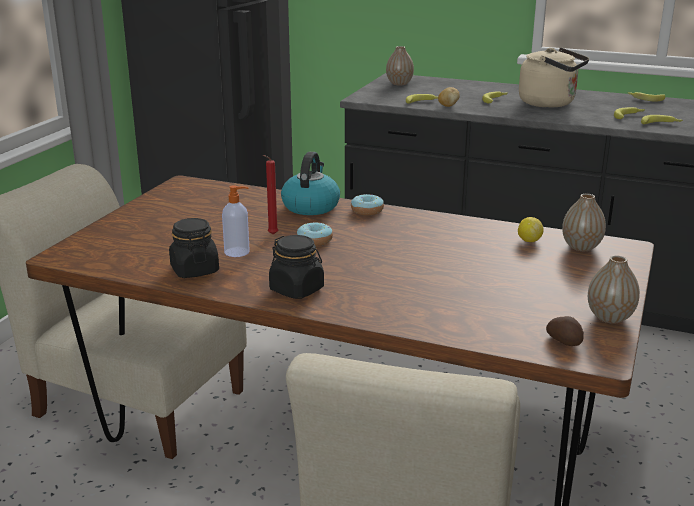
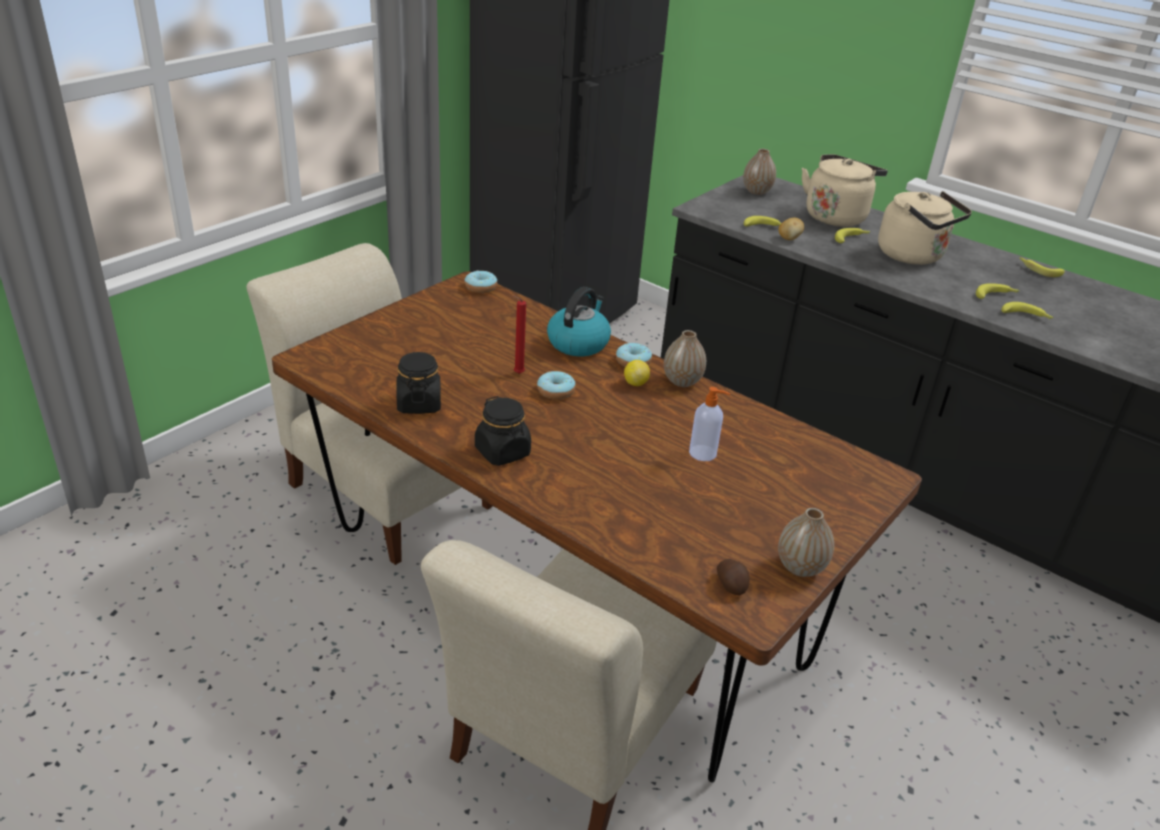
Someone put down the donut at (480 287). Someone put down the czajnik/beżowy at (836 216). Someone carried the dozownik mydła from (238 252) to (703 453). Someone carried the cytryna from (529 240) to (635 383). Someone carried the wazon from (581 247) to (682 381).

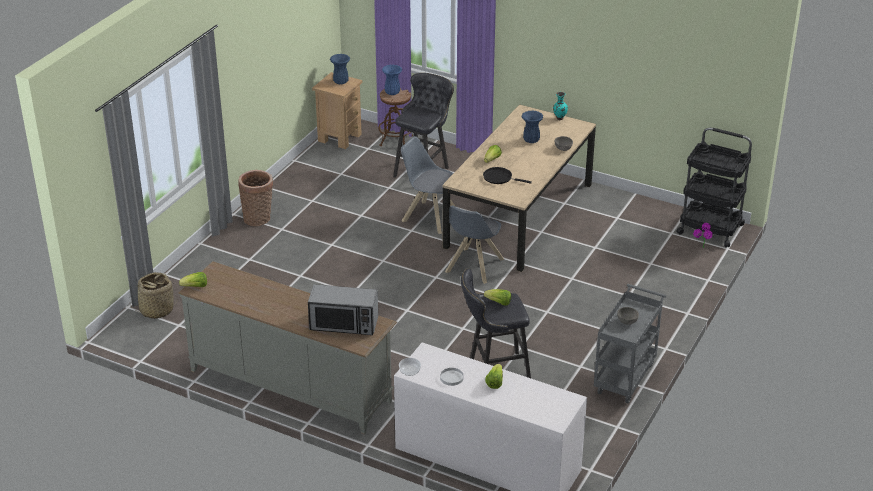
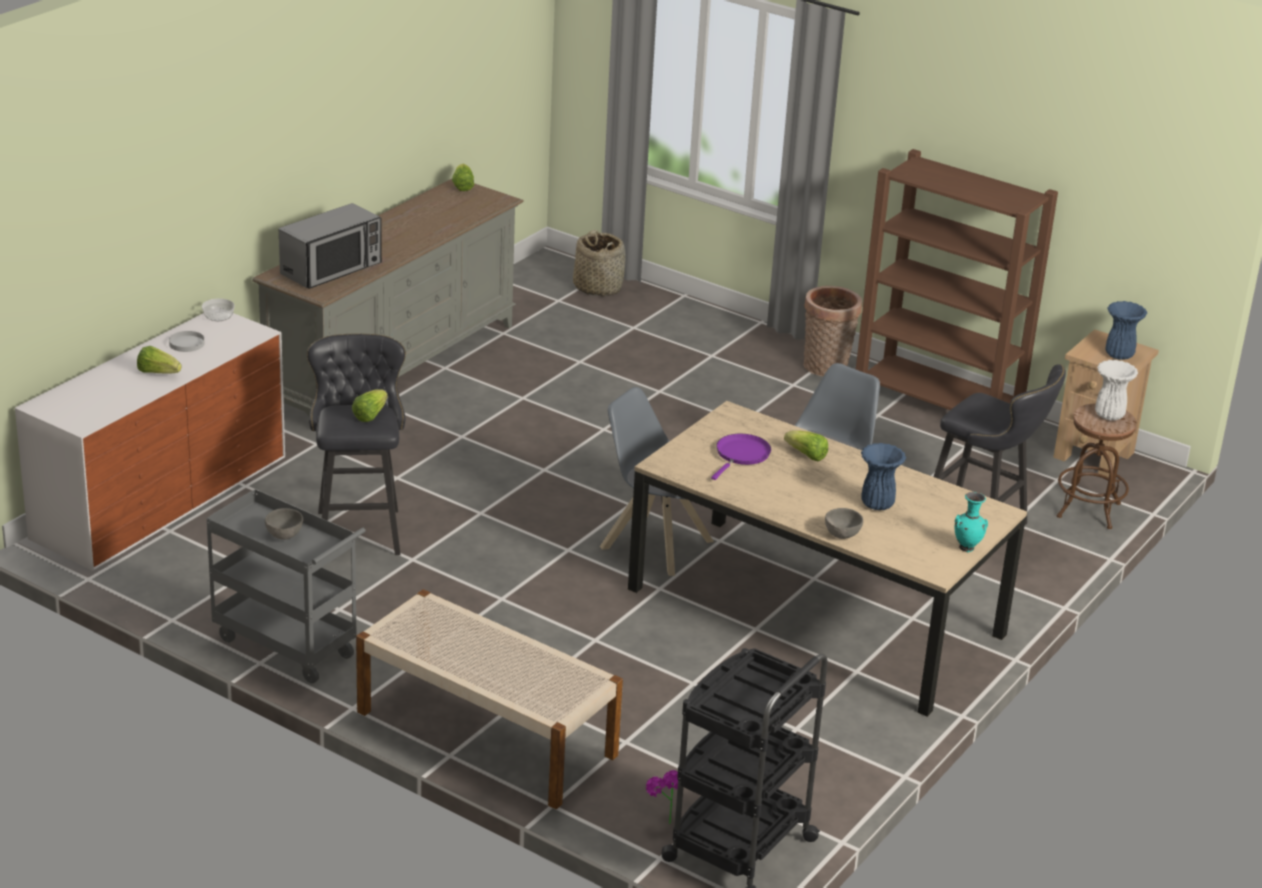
Someone put down the ławka/beżowy at (485 734). Someone put down the regał/brązowy at (937 404). Someone repainted the wazon/niebieski at (392 92), which became the wazon/biały at (1109 415). Someone repainted the patelnia/czarny at (499 178), which became the patelnia/fioletowy at (741 455). Someone rotated the mikrofalówka at (344 324) by 150 degrees counterclockwise.

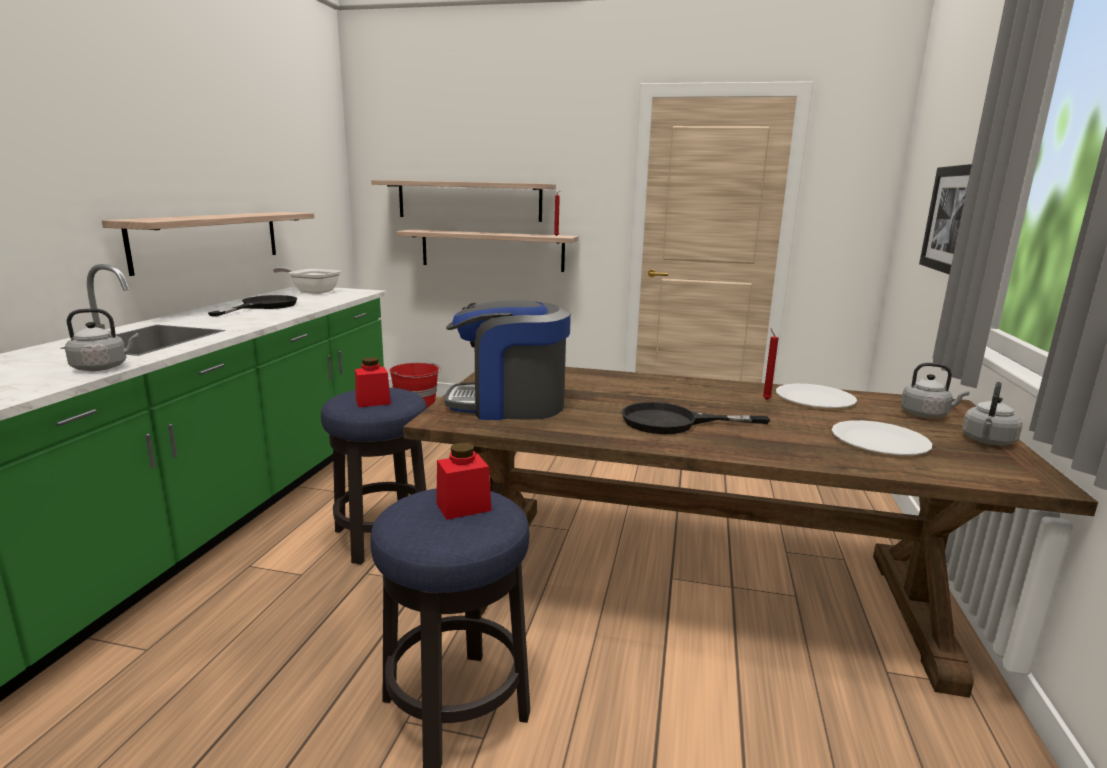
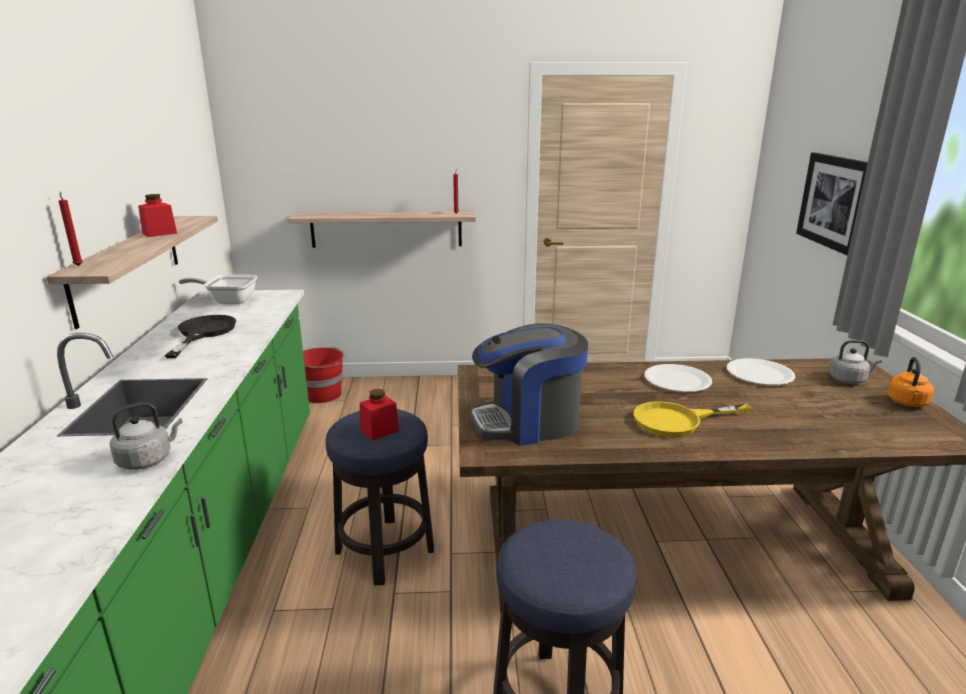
Someone took away the półka at (469 200). Someone carried the słoik/czerwony from (463 507) to (159 233). Someone carried the świeca/czerwony from (765 399) to (78 265). Someone carried the talerz/biały from (879 440) to (677 380). Someone repainted the patelnia/czarny at (673 422), which became the patelnia/żółty at (677 421). Someone repainted the czajnik/szary at (987 441), which became the czajnik/pomarańczowy at (907 403).

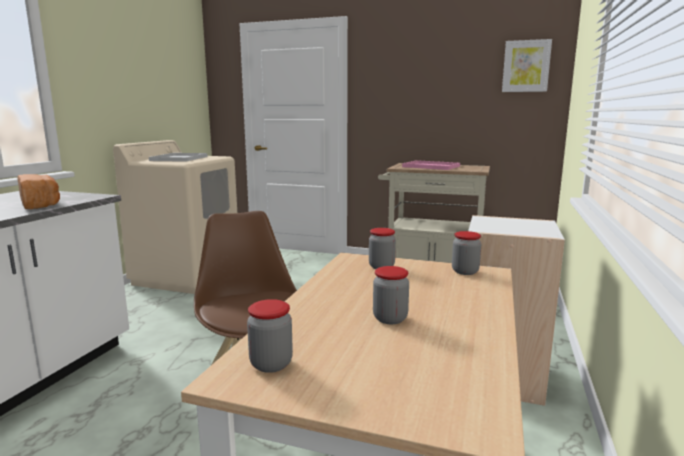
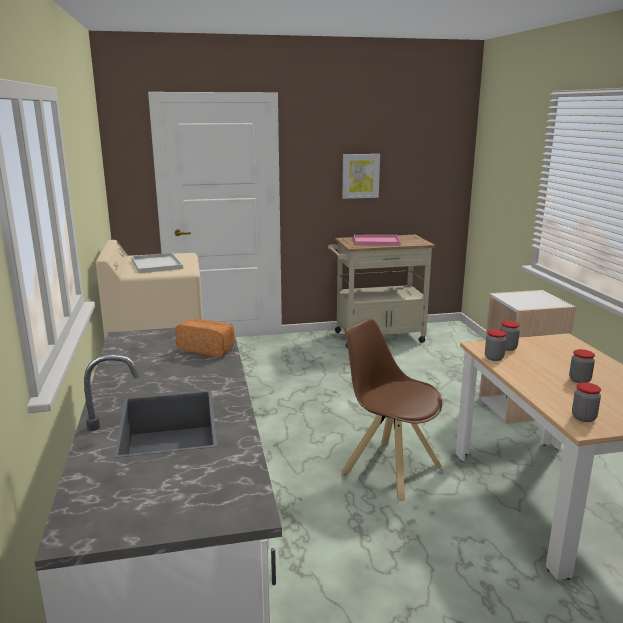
Someone carried the słoik from (465 271) to (494 358). Someone carried the obraz from (526 66) to (360 176).

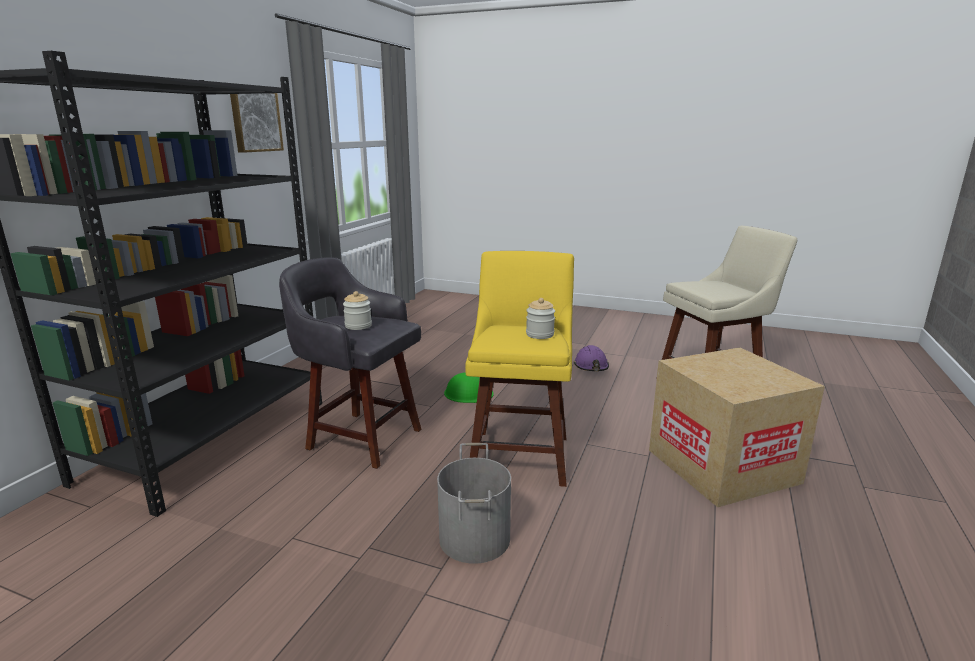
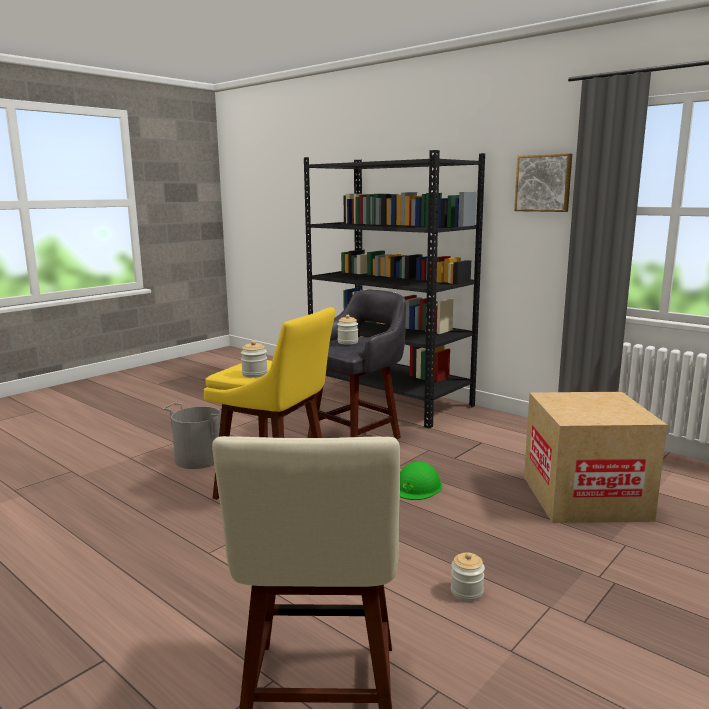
Someone carried the karton from (722 466) to (584 498). Someone swapped the kask/fioletowy at (591 367) for the słoik at (466 592).

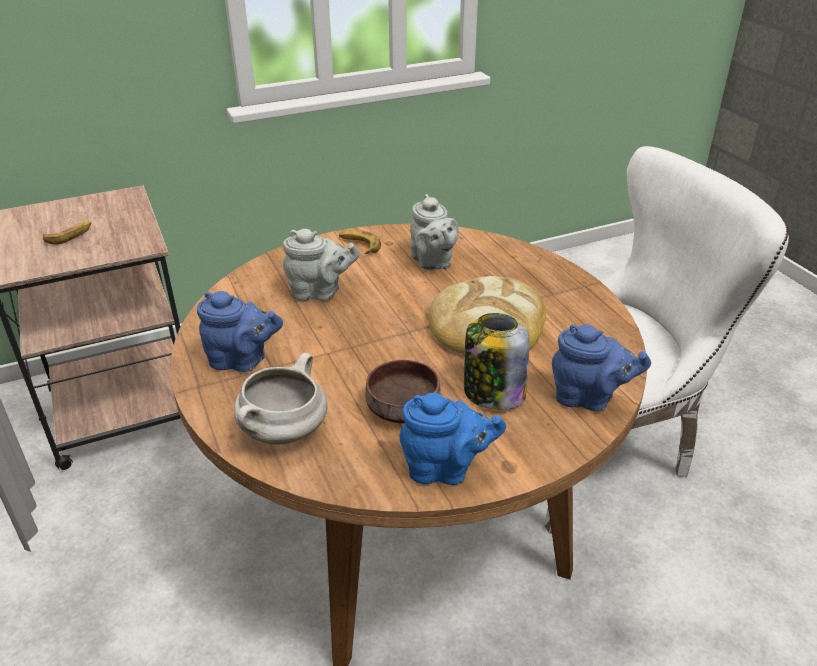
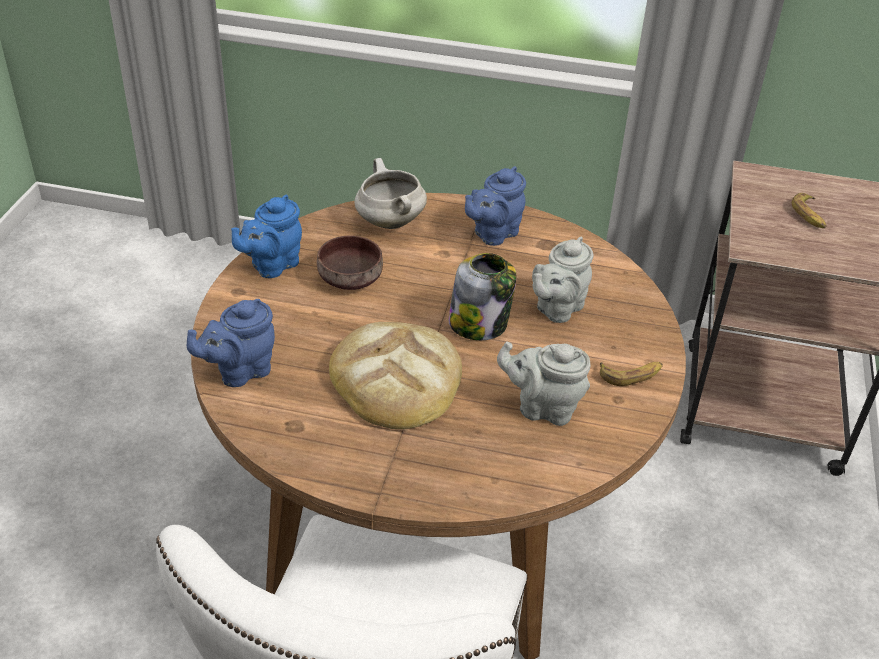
Someone carried the słoik from (492 393) to (479 324).

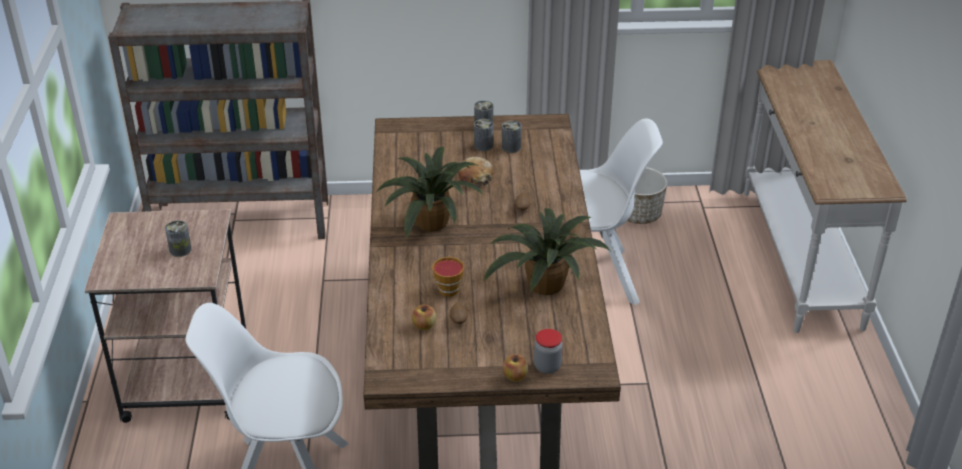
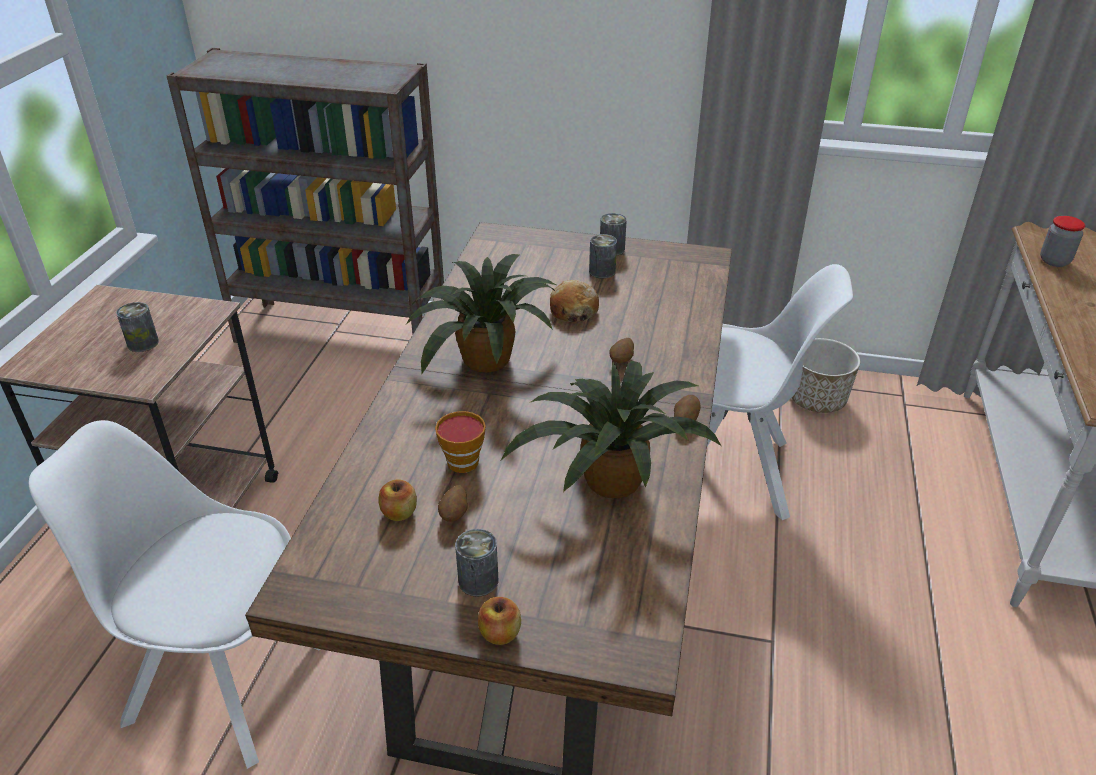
Someone carried the puszka from (511 147) to (478 580). Someone carried the słoik from (547 366) to (1054 261).

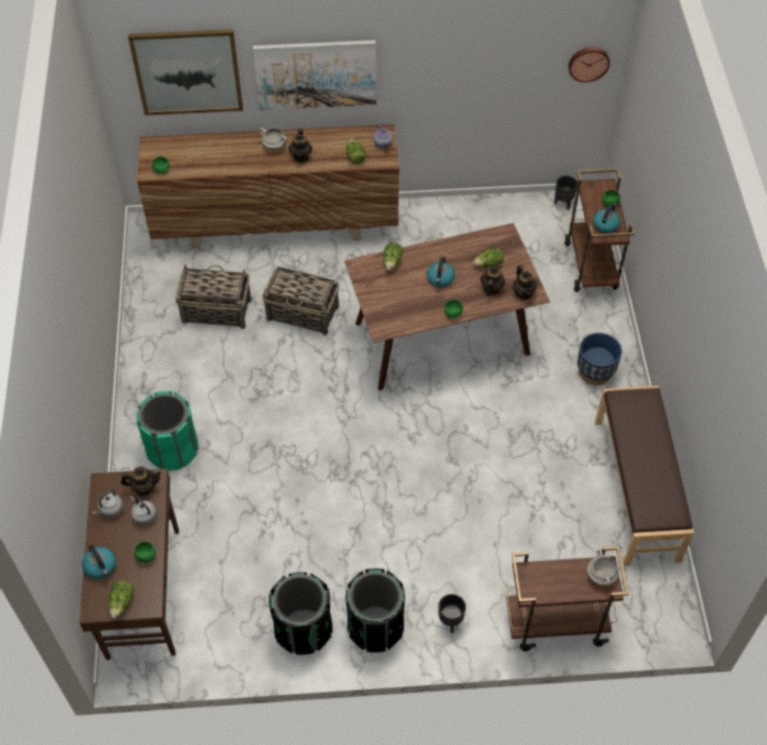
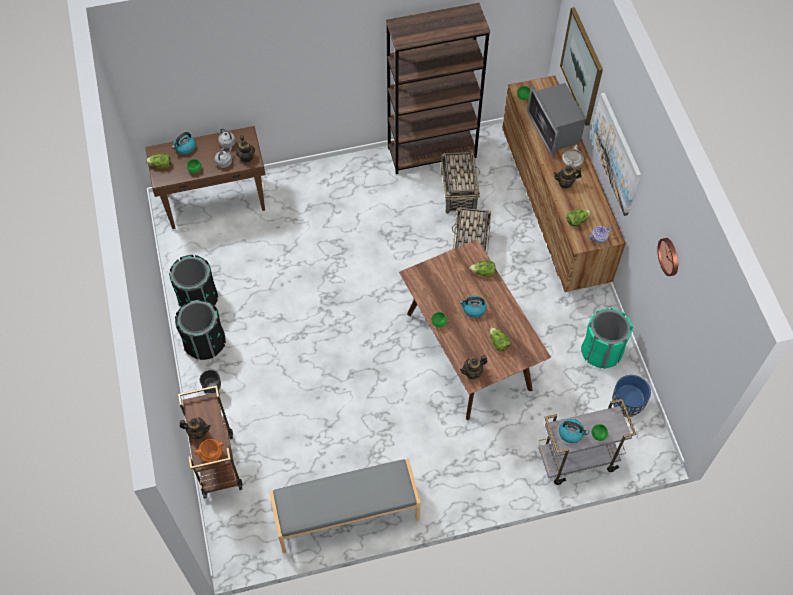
Someone took away the donica/czarny at (563 203). Someone put down the regał/brązowy at (432 152). Someone put down the mikrofalówka at (554 130). Someone carried the kosz na śmieci/zielony from (172 449) to (601 351). Someone carried the imbryk from (491 288) to (197 432). Someone carried the zegar ścienny from (588 63) to (670 256). Someone carried the donica/niebieski from (595 372) to (626 404). Someone repainted the wózek/brązowy at (590 269), which became the wózek/szary at (575 461). Someone repainted the garnek/biały at (601 576), which became the garnek/pomarańczowy at (211 454). Someone repainted the ławka/brązowy at (637 489), which became the ławka/szary at (347 515).

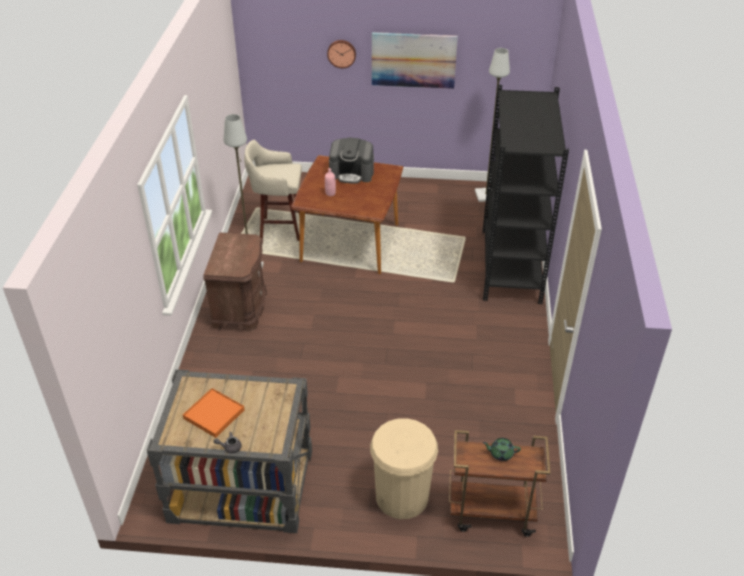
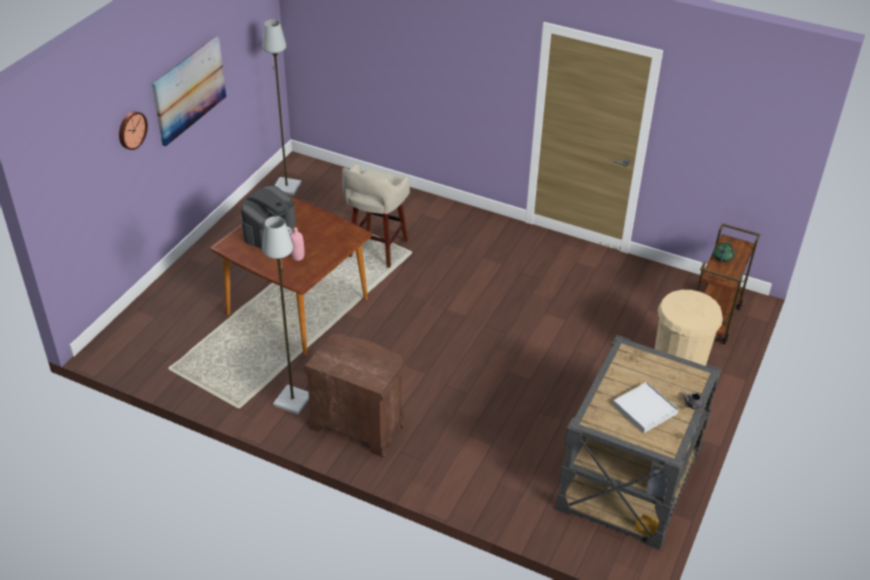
Someone took away the regał/czarny at (510 266). Someone carried the stołek/beżowy from (279 228) to (377 250). Someone repainted the taca/pomarańczowy at (214 414), which became the taca/biały at (644 409).

